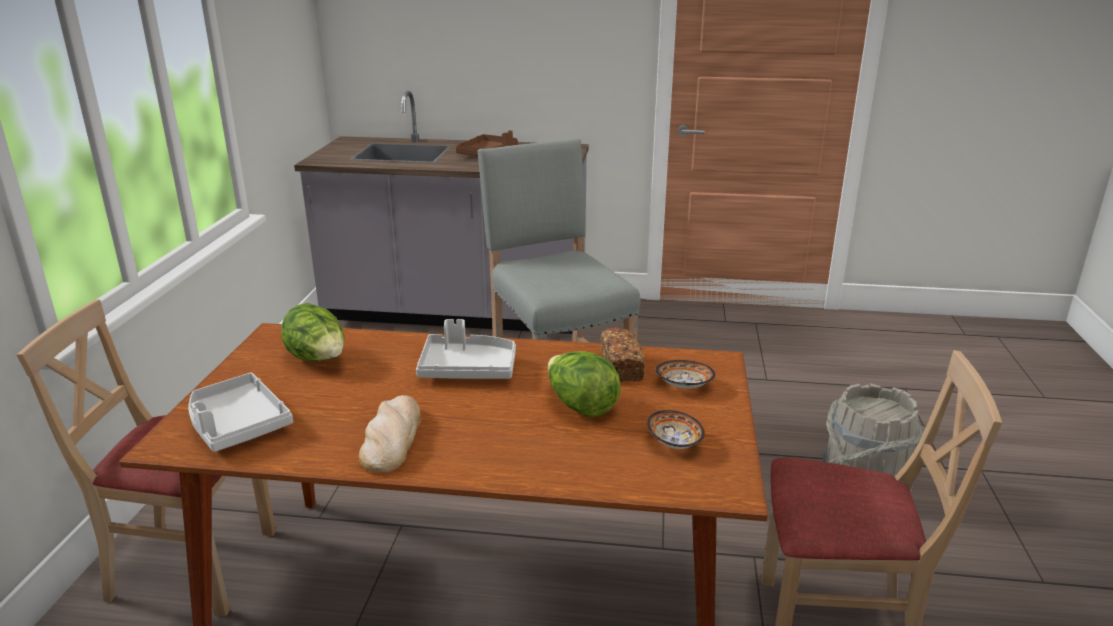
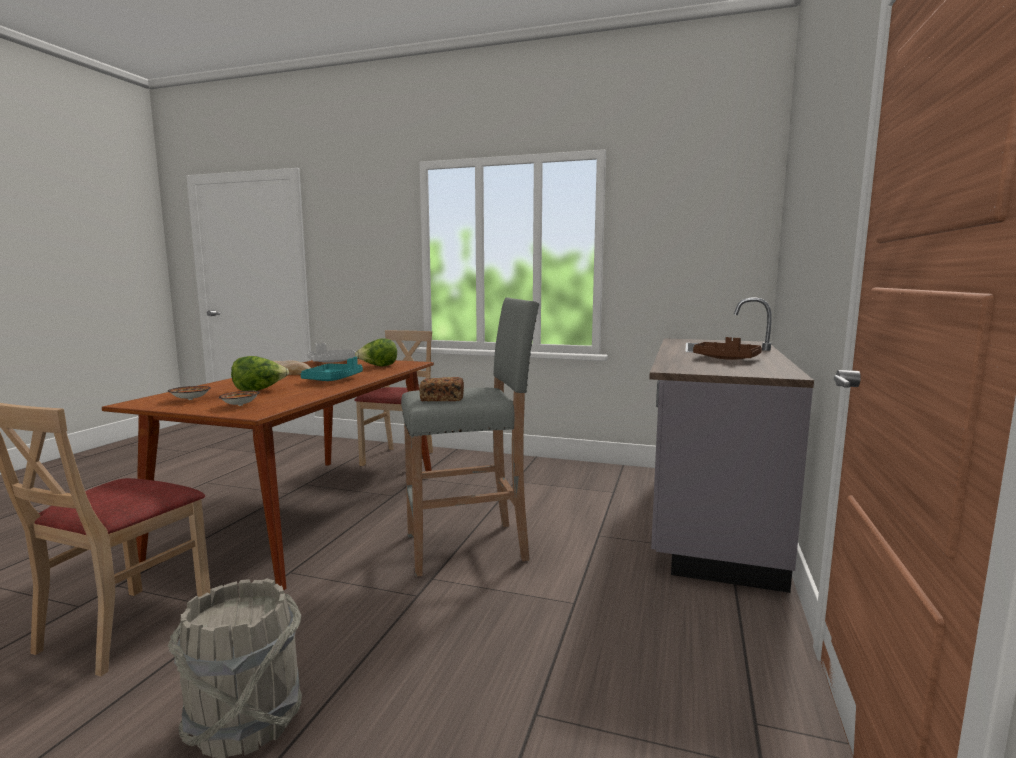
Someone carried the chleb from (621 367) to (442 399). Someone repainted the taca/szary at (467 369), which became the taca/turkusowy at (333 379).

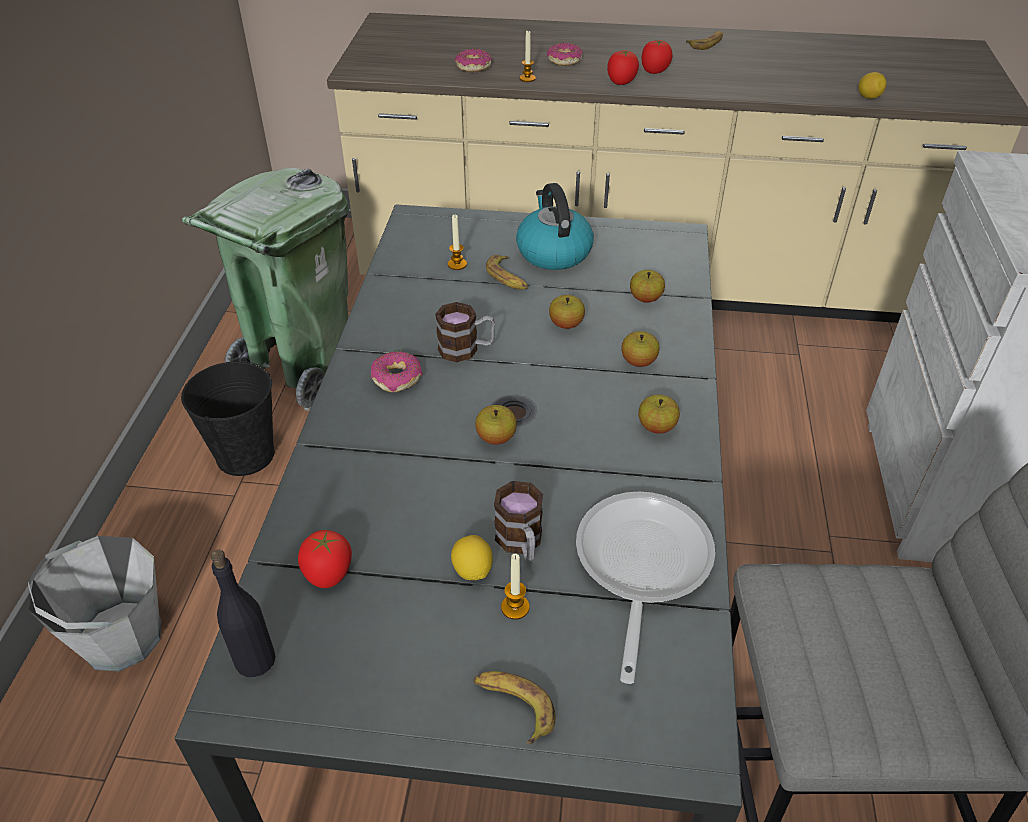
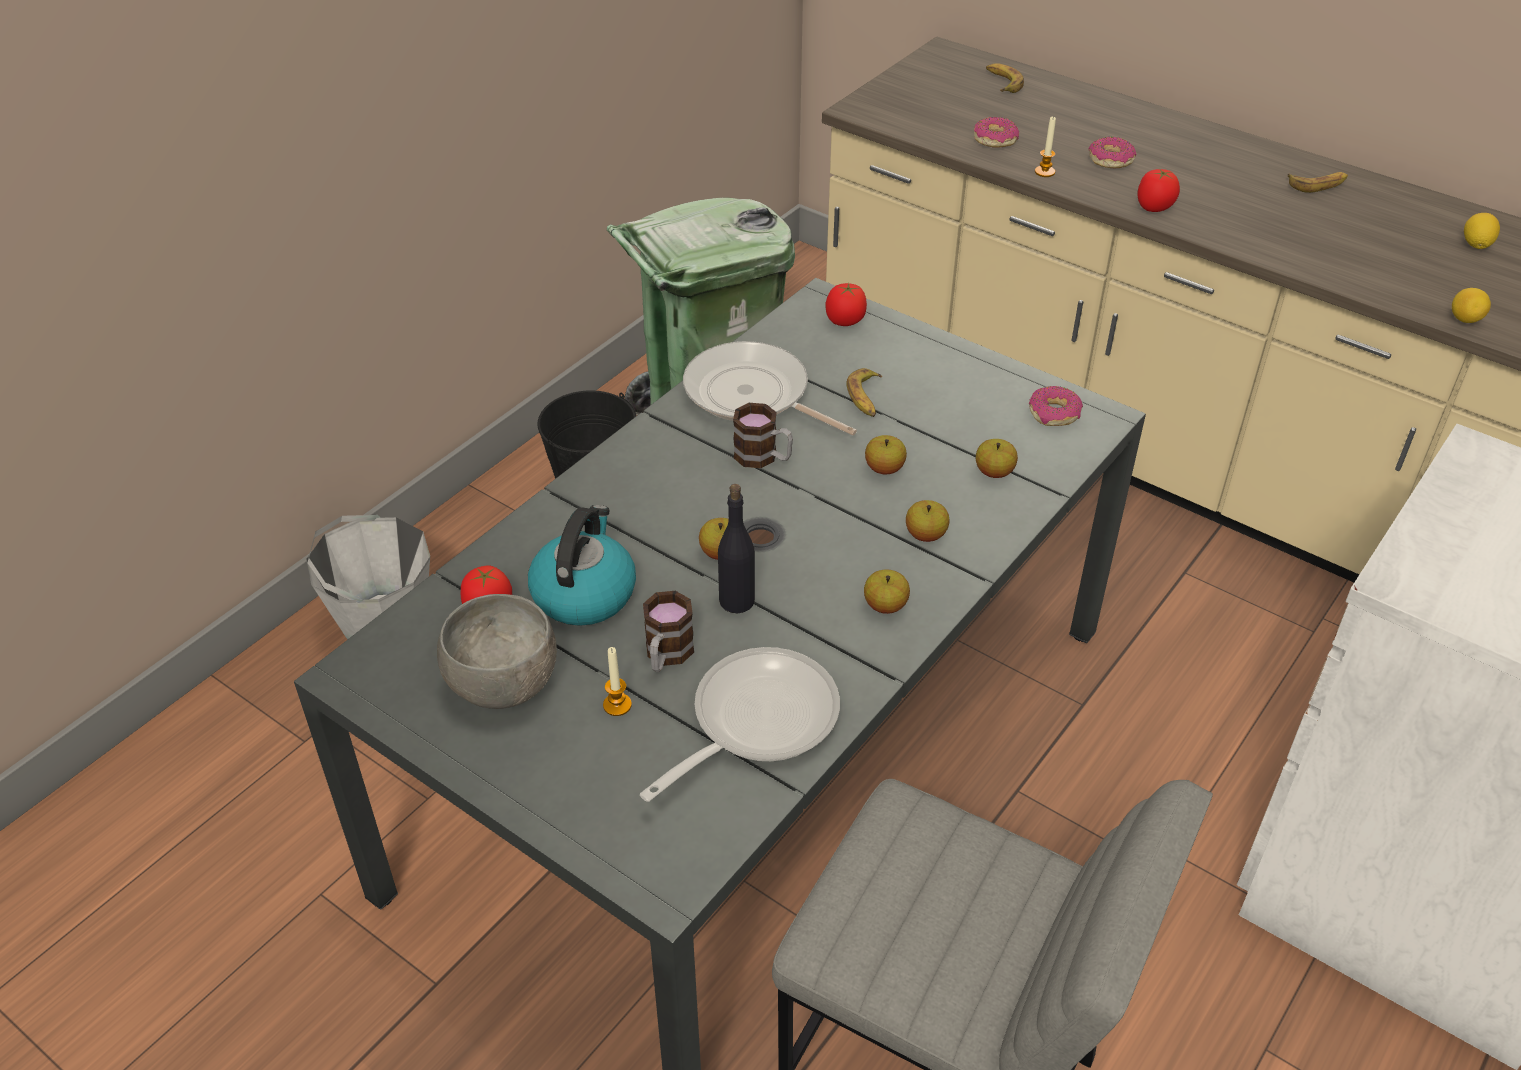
Someone took away the świeca at (457 264). Someone put down the miska/szary at (504 687). Someone put down the patelnia at (752 395). Someone carried the butelka/czarny from (255 660) to (736 600). Someone carried the donut from (397 378) to (1054 414). Someone carried the cytryna from (472 570) to (1476 245). Someone carried the banan from (513 706) to (1002 82). Someone carried the czajnik from (553 252) to (584 593). Someone carried the pomidor from (654 71) to (845 321).

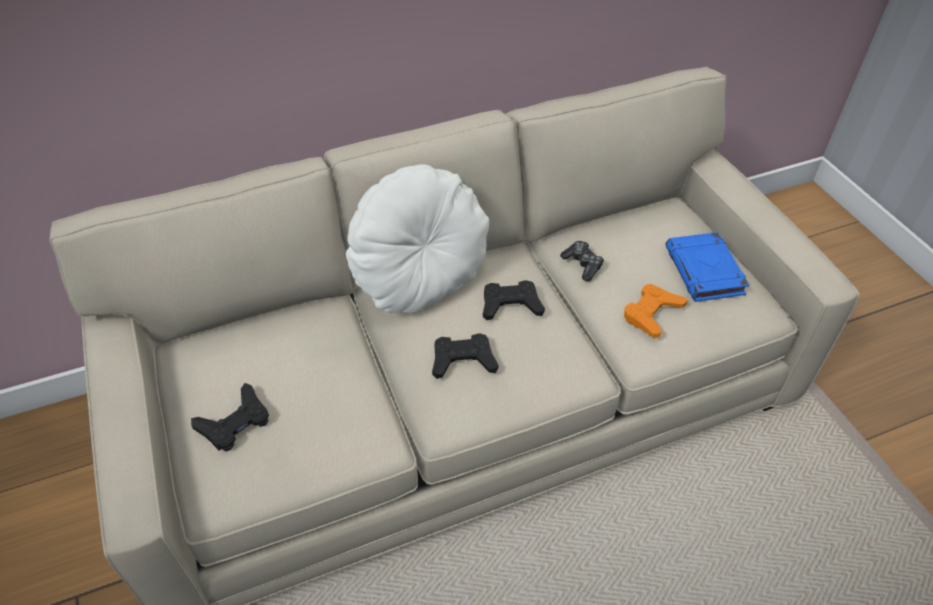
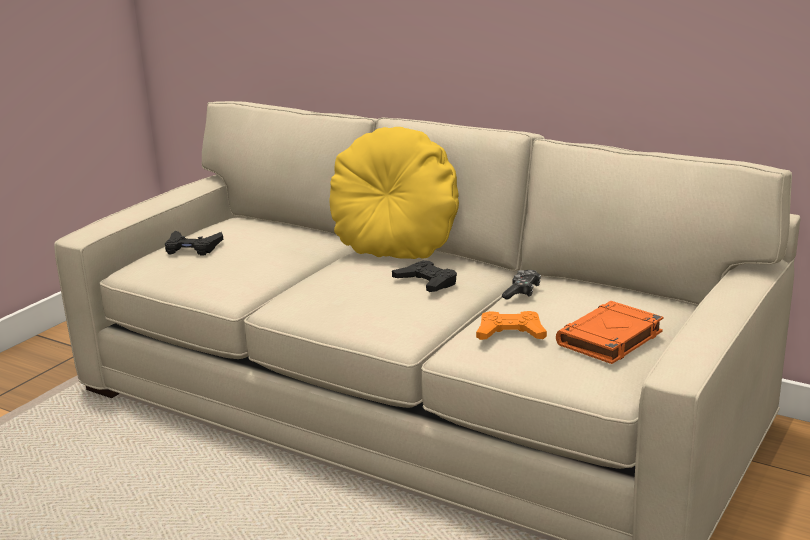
Someone took away the pad do gier/czarny at (463 360). Someone repainted the poduszka/biały at (422 286), which became the poduszka/żółty at (396 252). Someone repainted the książka/niebieski at (705 272), which became the książka/pomarańczowy at (609 339).

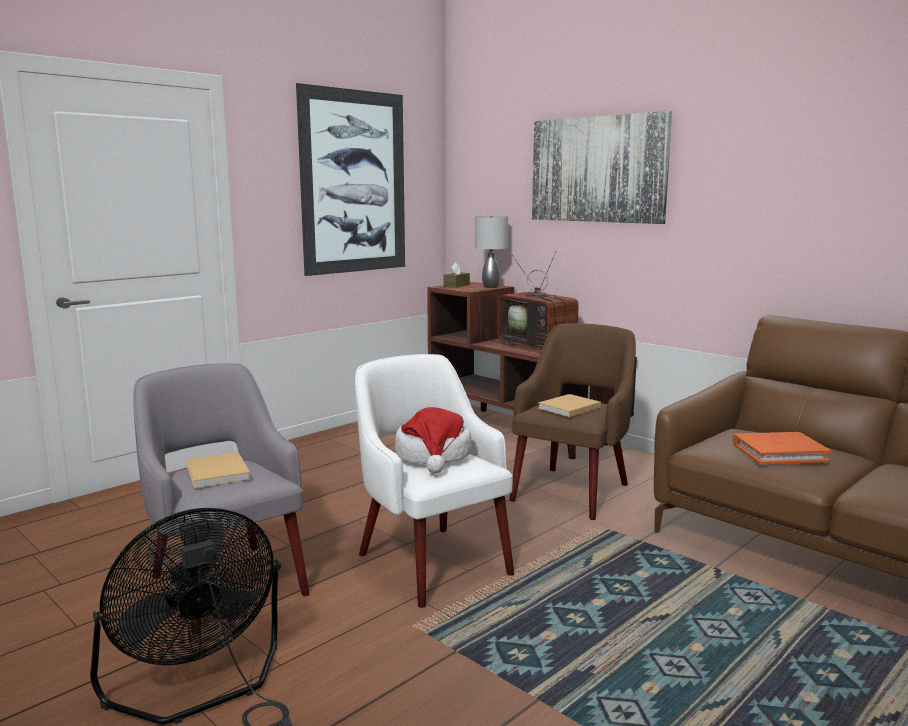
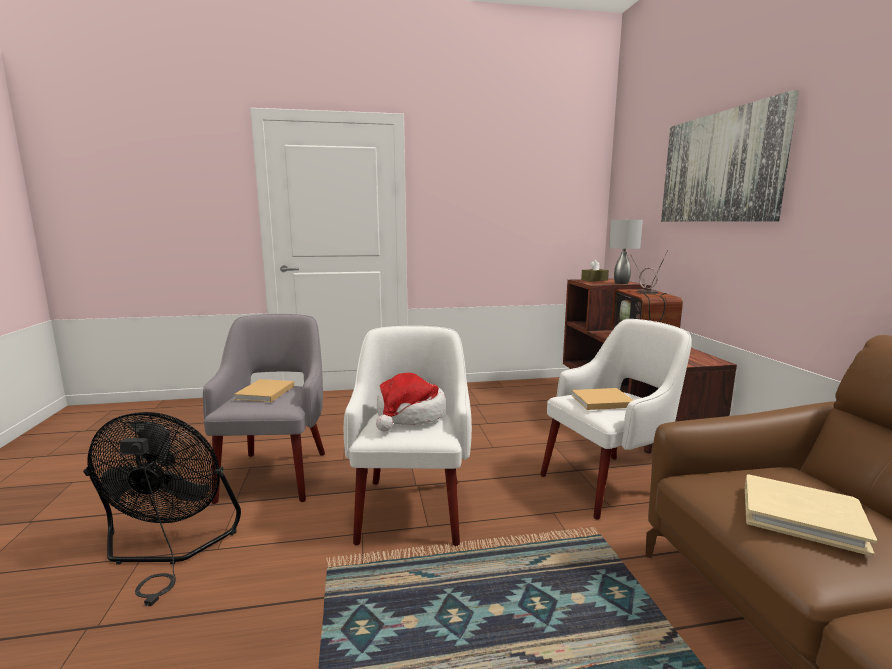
Someone took away the obraz at (354 182). Someone repainted the fotel/brązowy at (572 491), which became the fotel/biały at (609 483). Someone repainted the książka/pomarańczowy at (779 452), which became the książka/beżowy at (801 517).

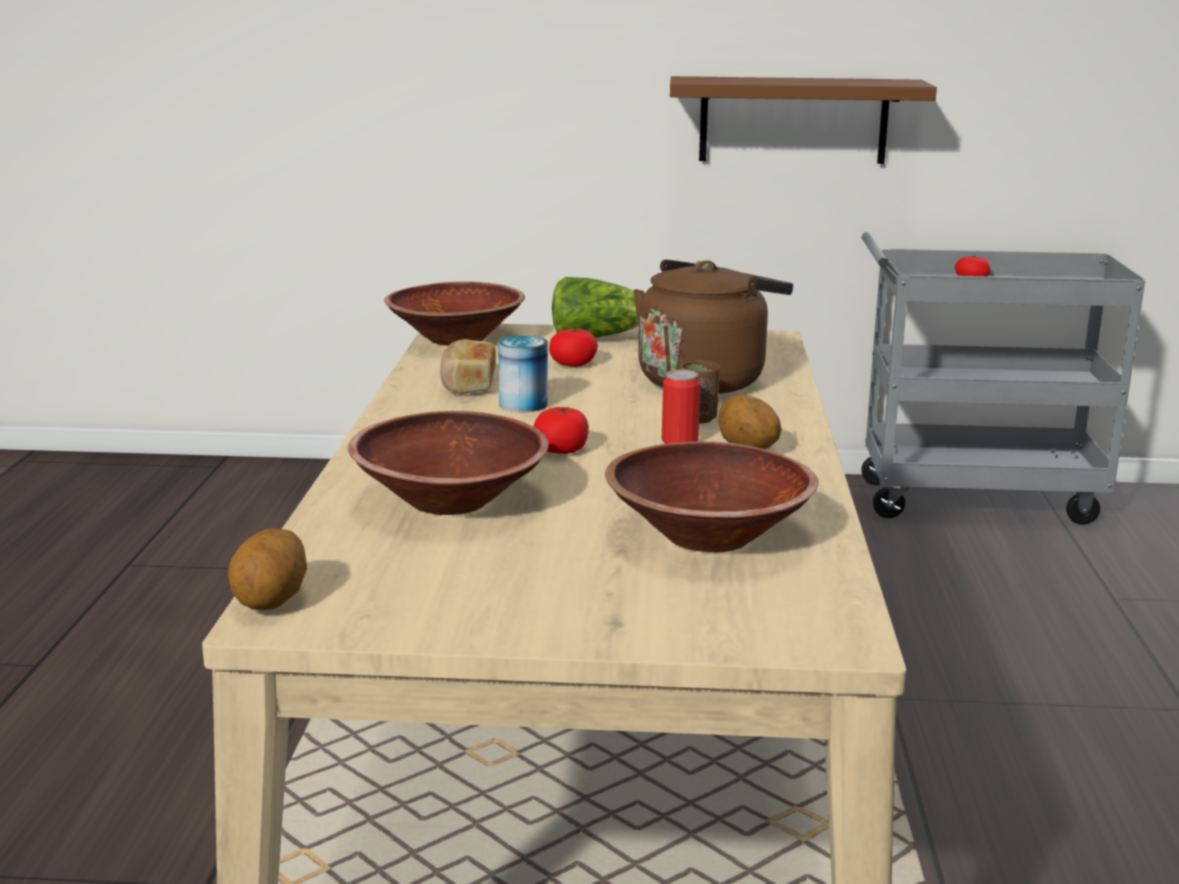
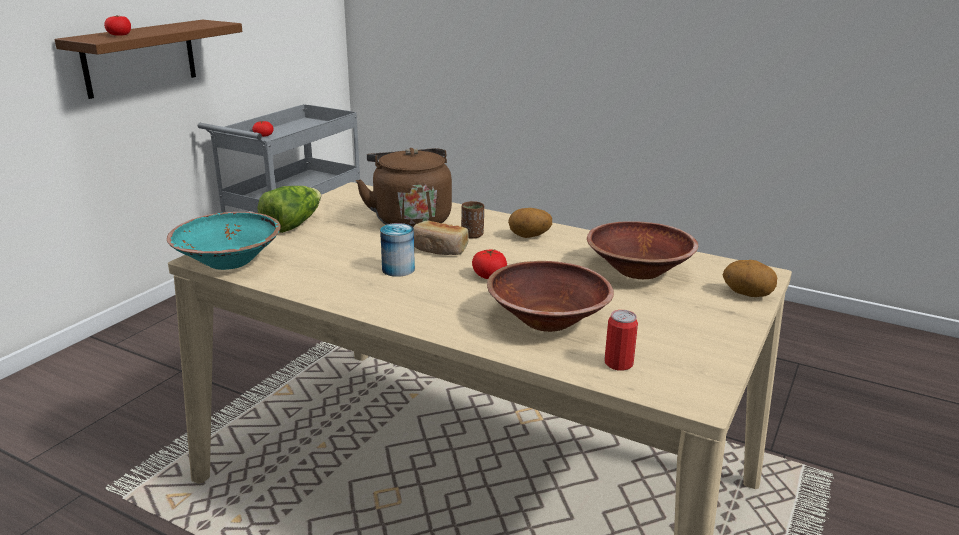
Someone carried the ziemniak from (271 601) to (747 294). Someone carried the chleb from (467 384) to (439 249). Someone carried the pomidor from (573 364) to (119 35). Someone carried the puszka from (680 441) to (618 363). Someone repainted the miska/brązowy at (456 339), which became the miska/turkusowy at (229 261).

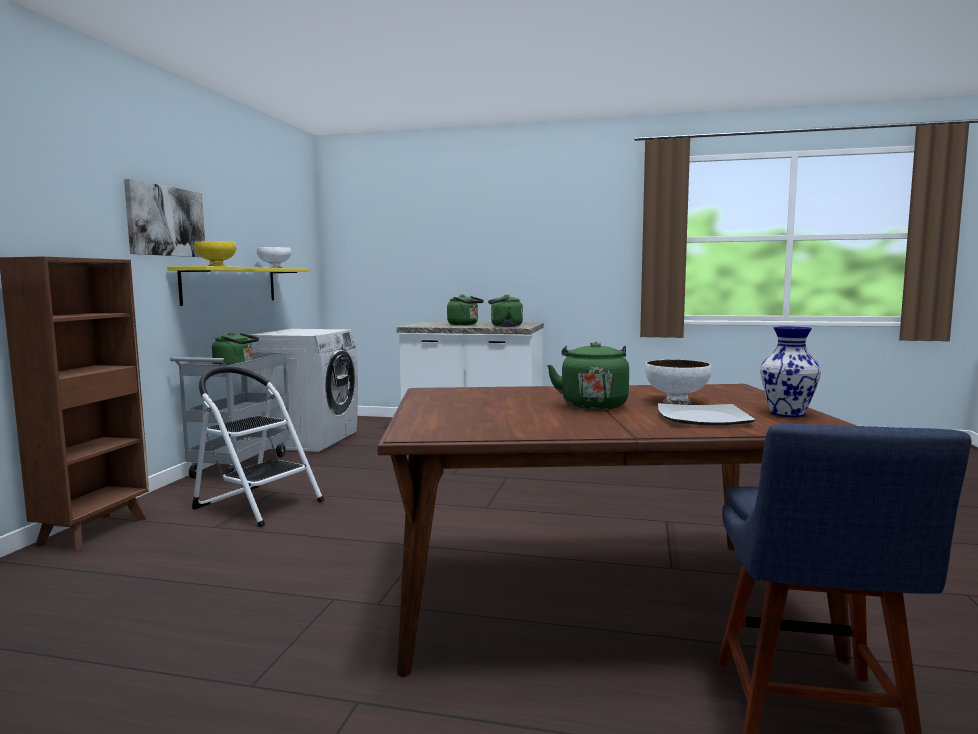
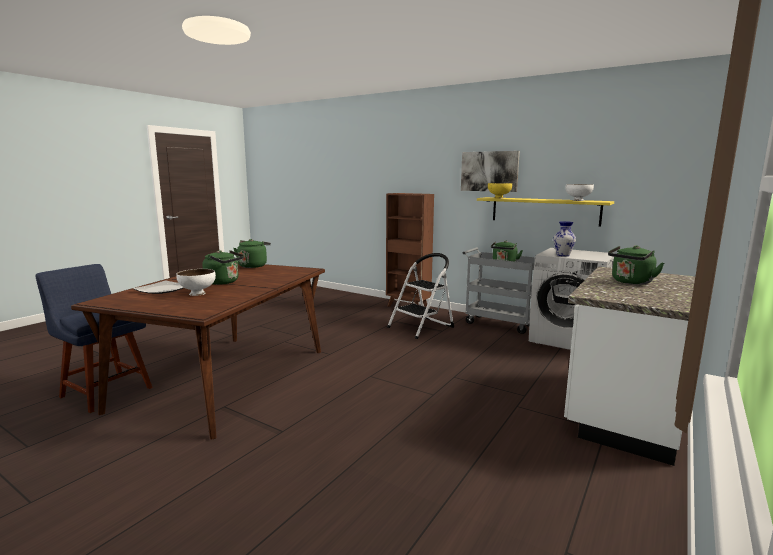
Someone carried the czajnik/zielony from (504 326) to (253 265). Someone carried the wazon from (788 414) to (562 255).

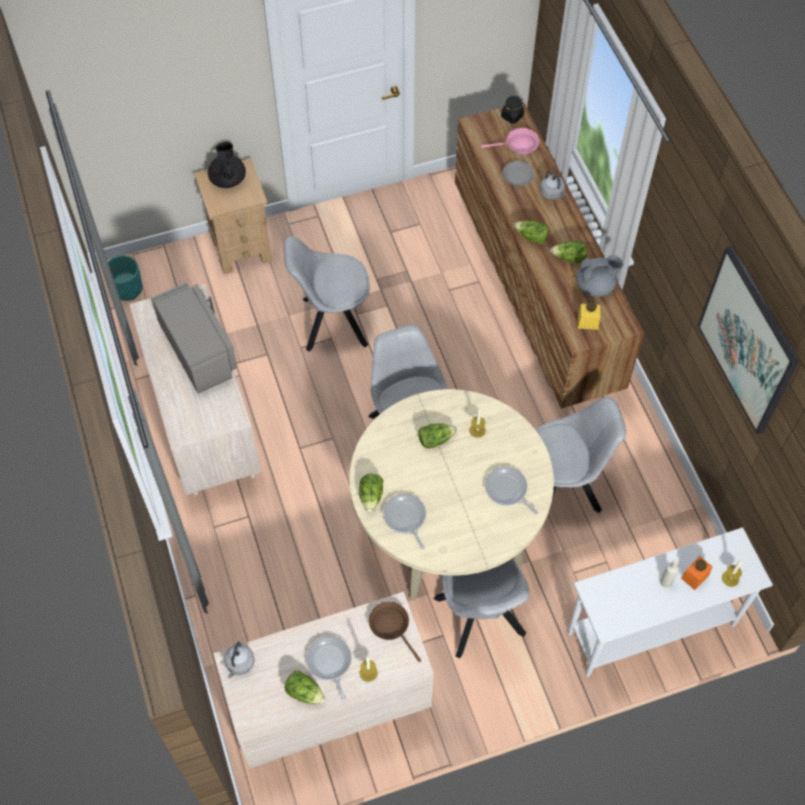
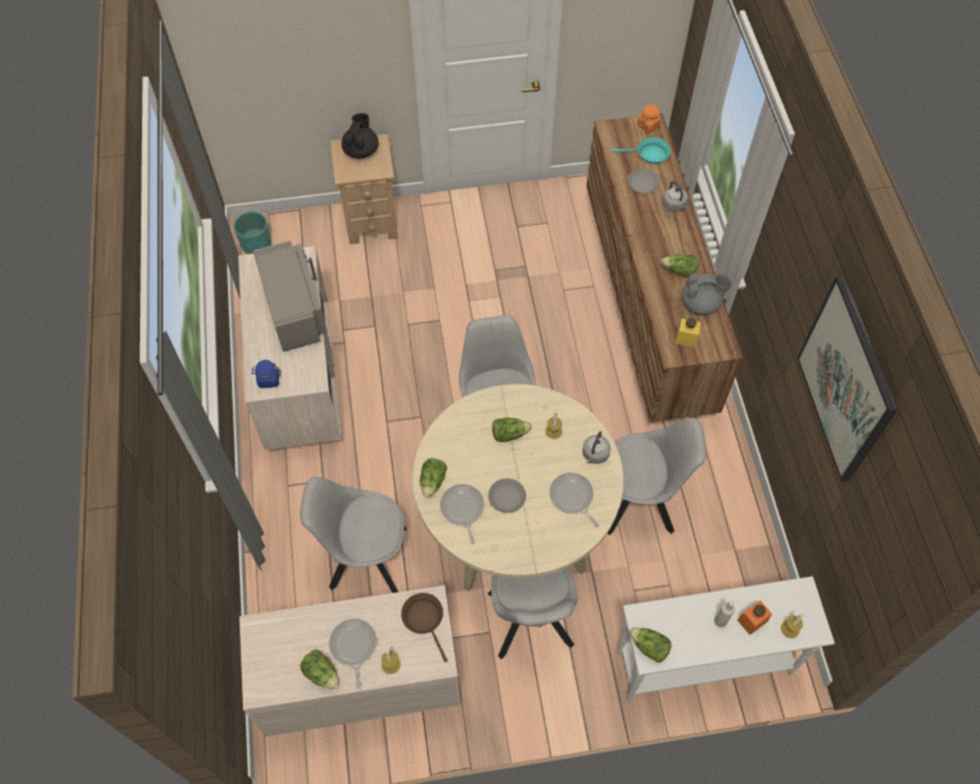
Someone put down the słoik/niebieski at (268 379). Someone put down the talerz/szary at (507 497). Someone carried the czajnik/szary from (239 664) to (595 455). Someone carried the krzesło/szary from (332 322) to (365 557). Someone carried the sałata from (531 237) to (649 647). Someone repainted the patelnia/różowy at (519 145), which became the patelnia/turkusowy at (649 154). Someone repainted the słoik/czarny at (512 116), which became the słoik/pomarańczowy at (648 125).

